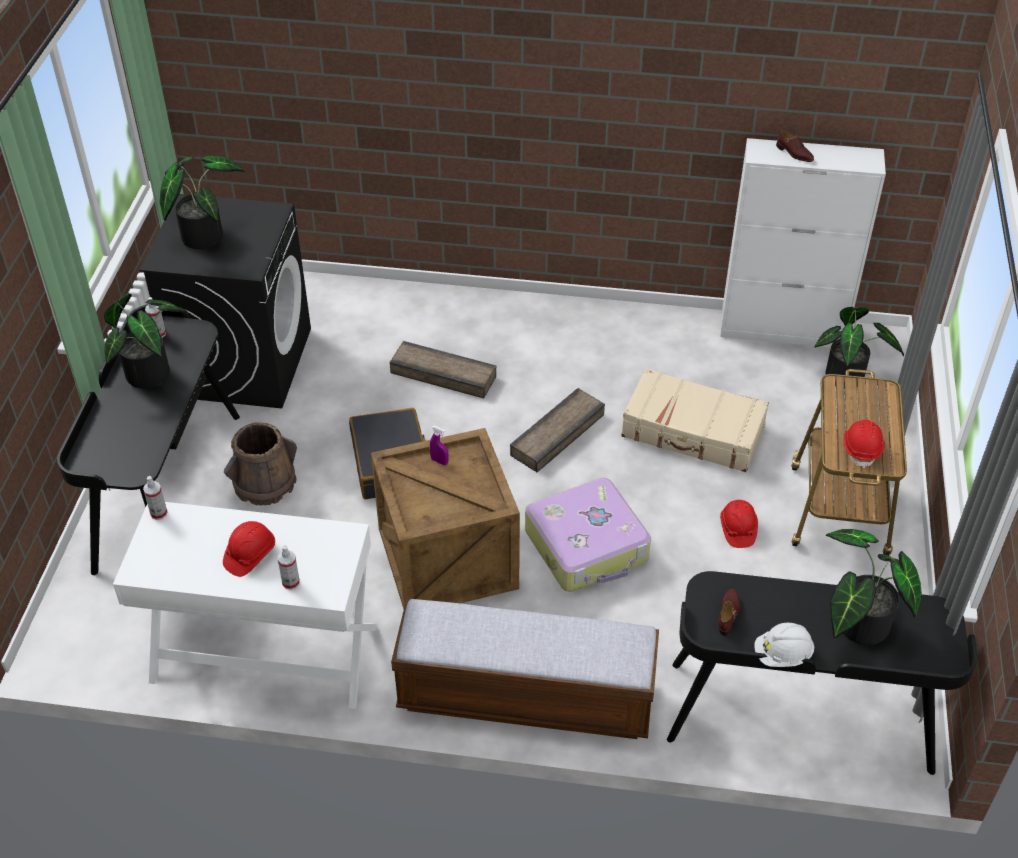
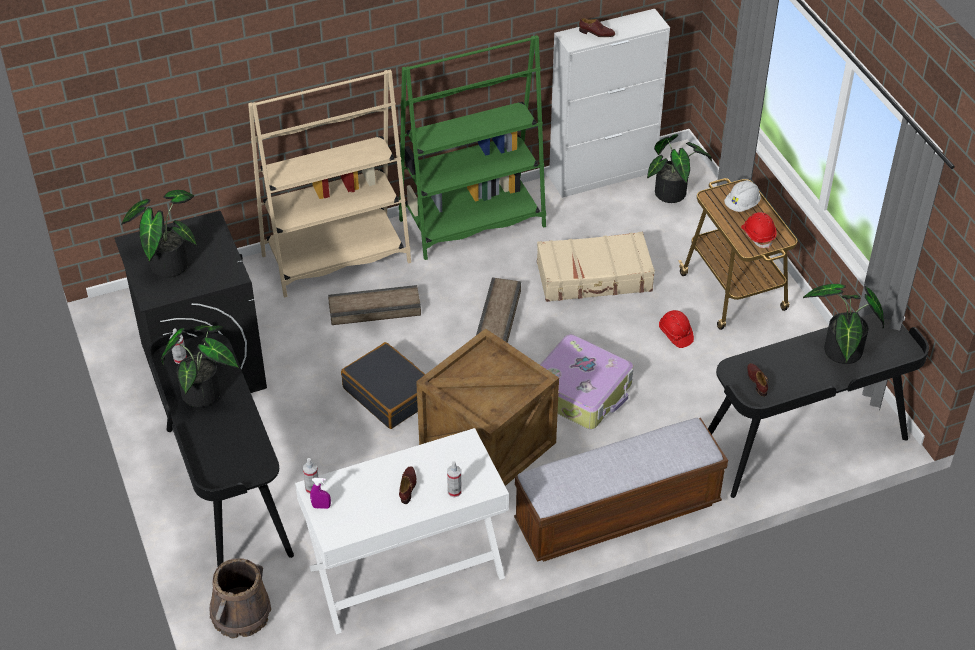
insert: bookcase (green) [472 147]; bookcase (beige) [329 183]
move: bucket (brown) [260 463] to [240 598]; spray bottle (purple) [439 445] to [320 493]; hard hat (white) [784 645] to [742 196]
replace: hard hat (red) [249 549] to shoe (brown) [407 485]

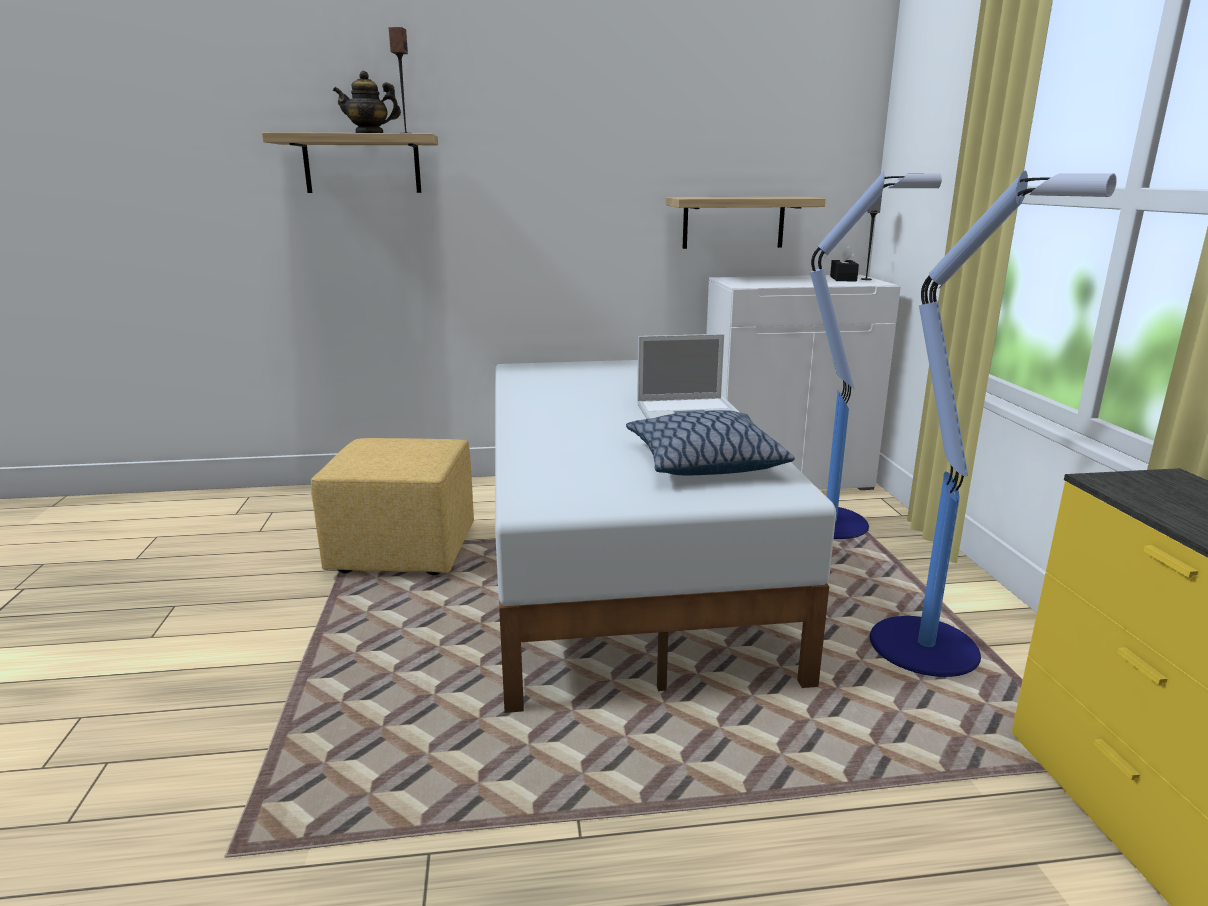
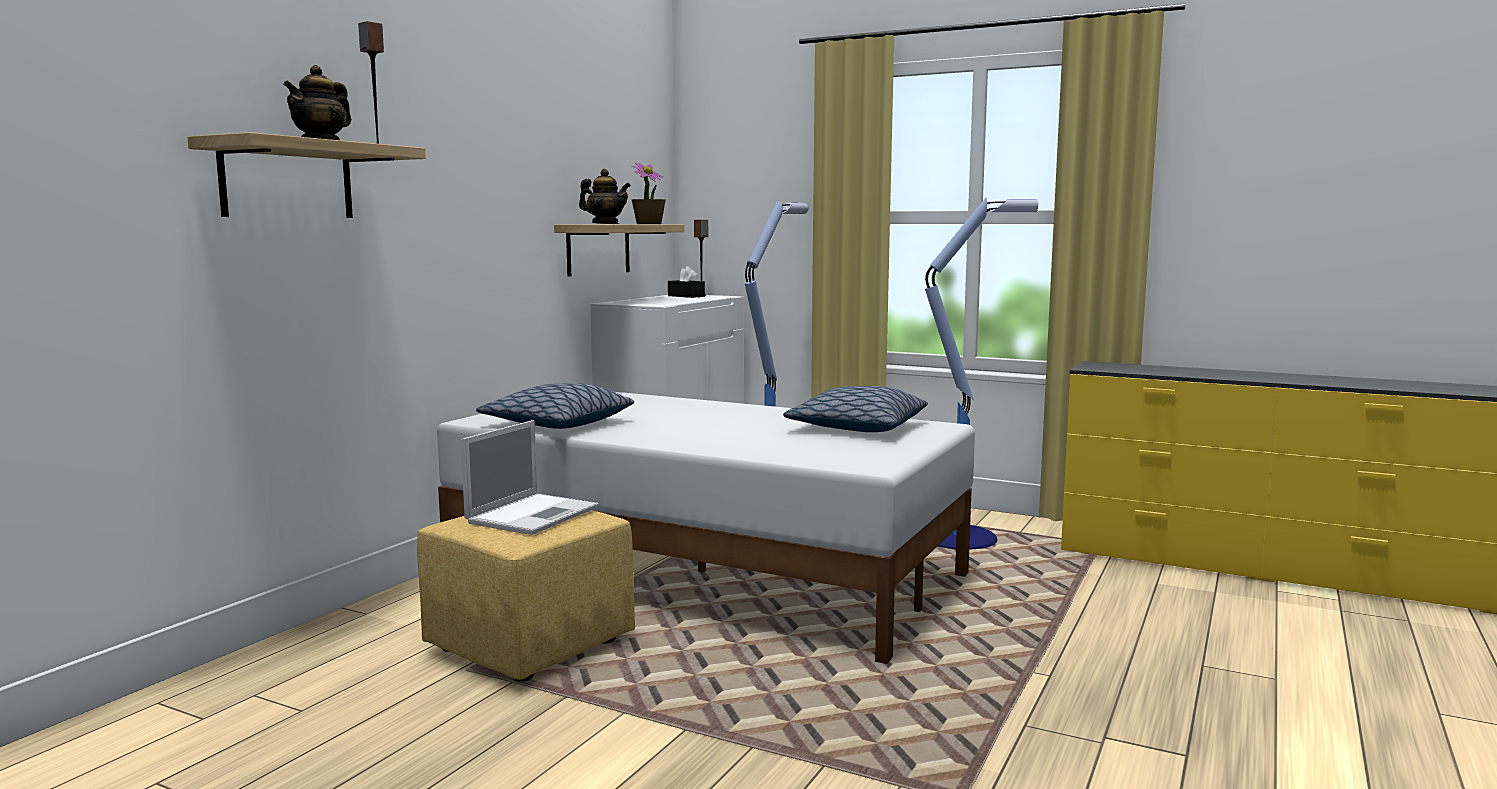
insert: potted plant [649 193]; teapot [605 196]; pillow [555 406]
move: laptop [685 376] to [530 477]

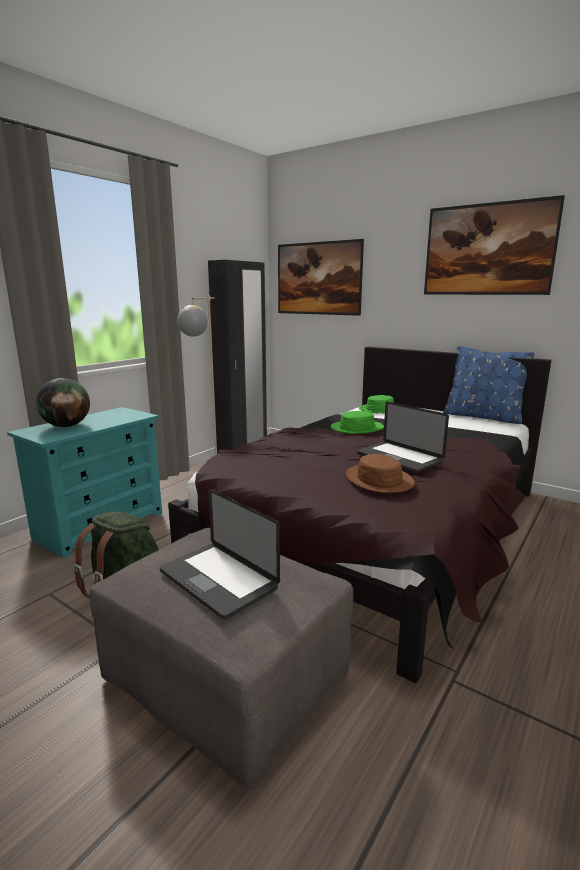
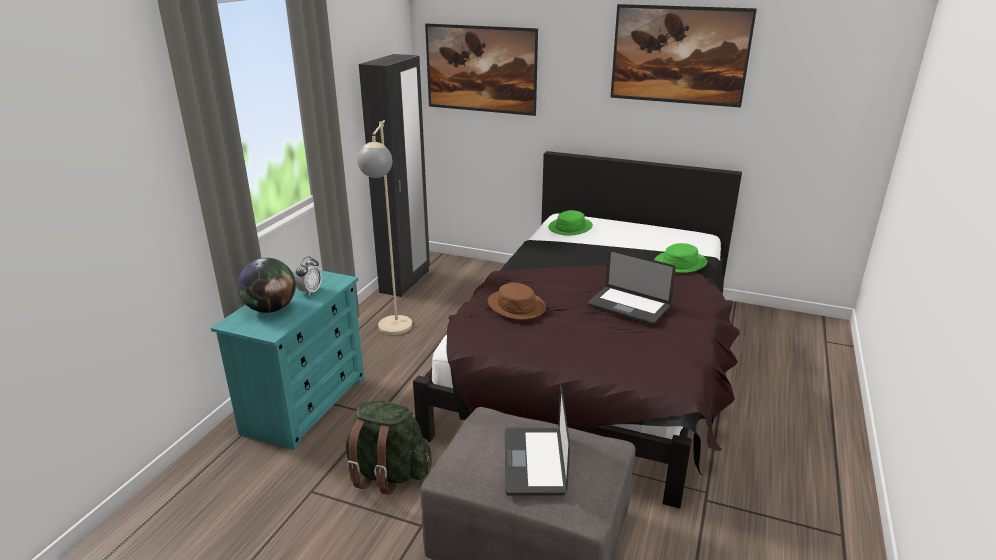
delete: pillow (blue) [488 385]
insert: alarm clock [308 276]
move: hat (green) [357 422] to [680 258]; hat (brown) [380 473] to [517 301]
rotate: laptop [220 554] = [537 440] 60 degrees clockwise

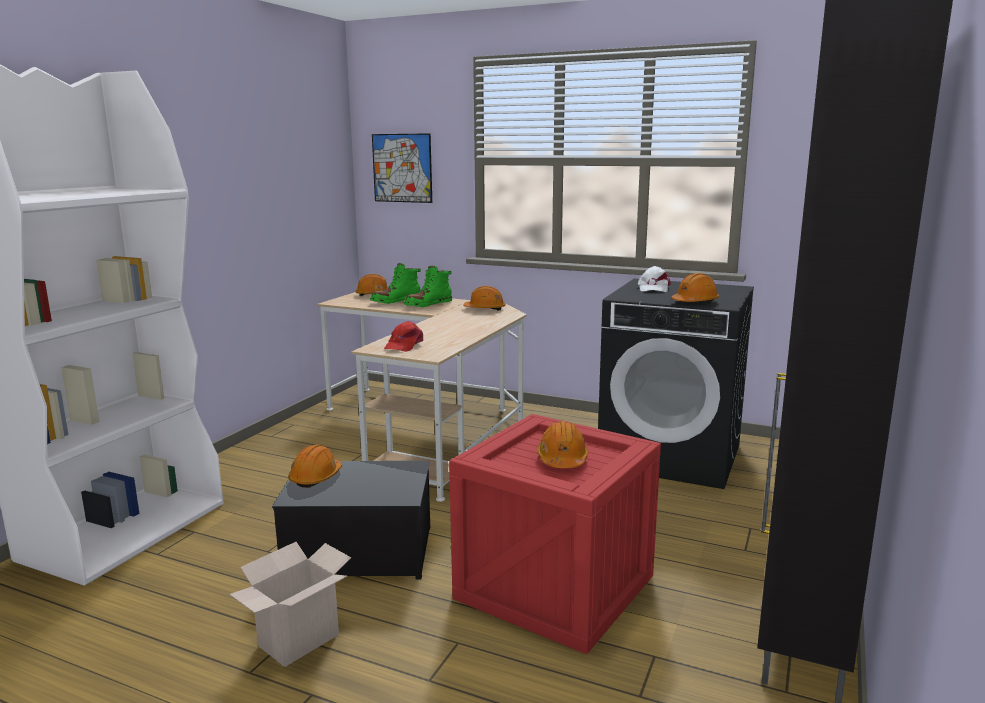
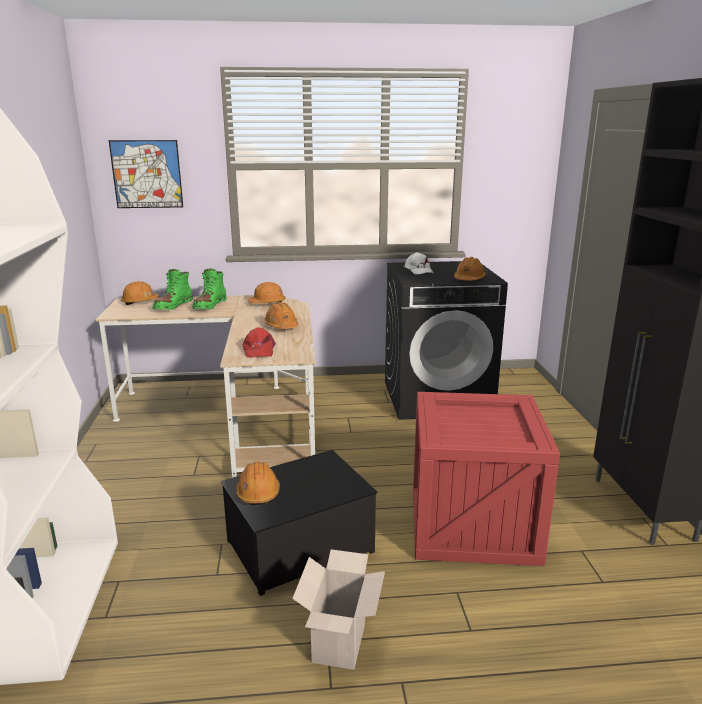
move: hard hat (orange) [563 444] to [281 315]

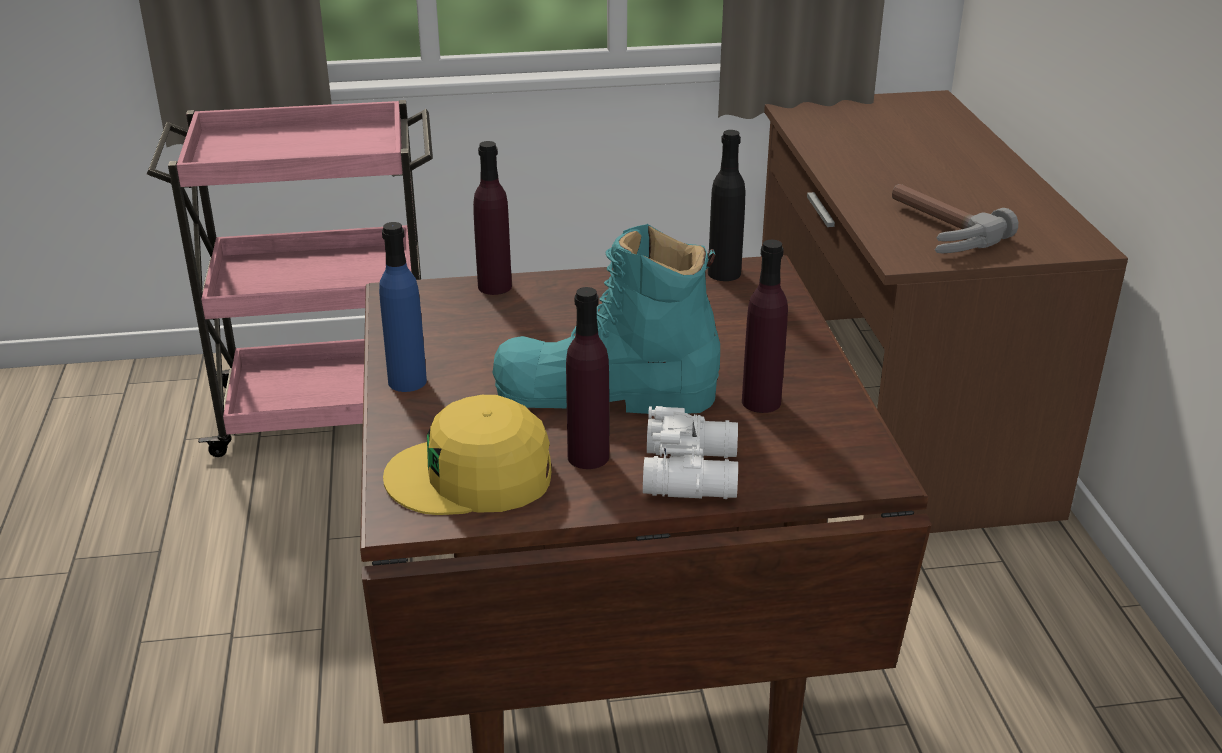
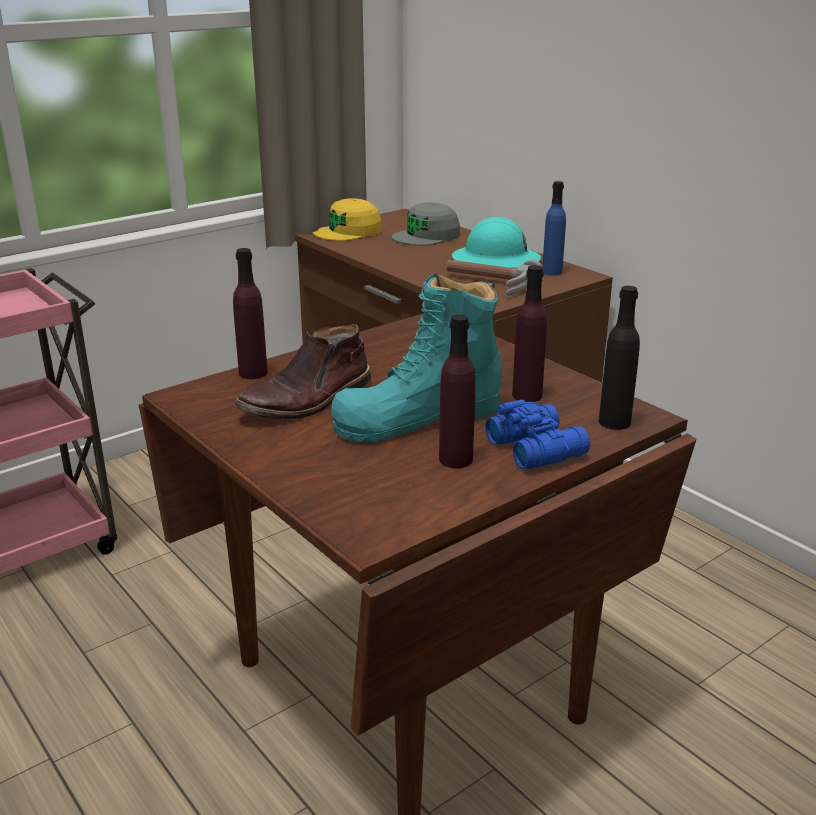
insert: cap (grey) [426 224]; hard hat (turquoise) [496 242]; boot (brown) [302 372]
move: bottle (black) [726 205] to [619 358]; bottle (blue) [403 307] to [554 228]; cap (yellow) [467 455] to [347 219]
recolor: binoculars (white) [690 452] to binoculars (blue) [537 434]

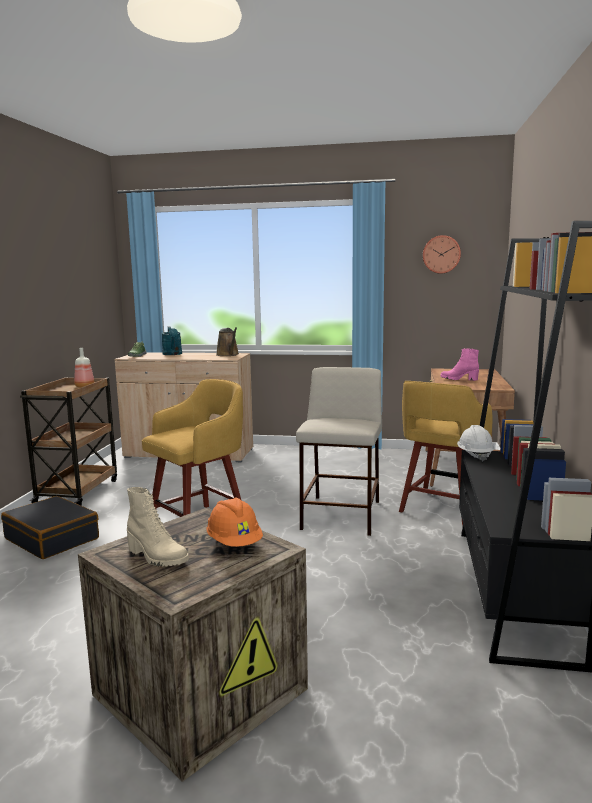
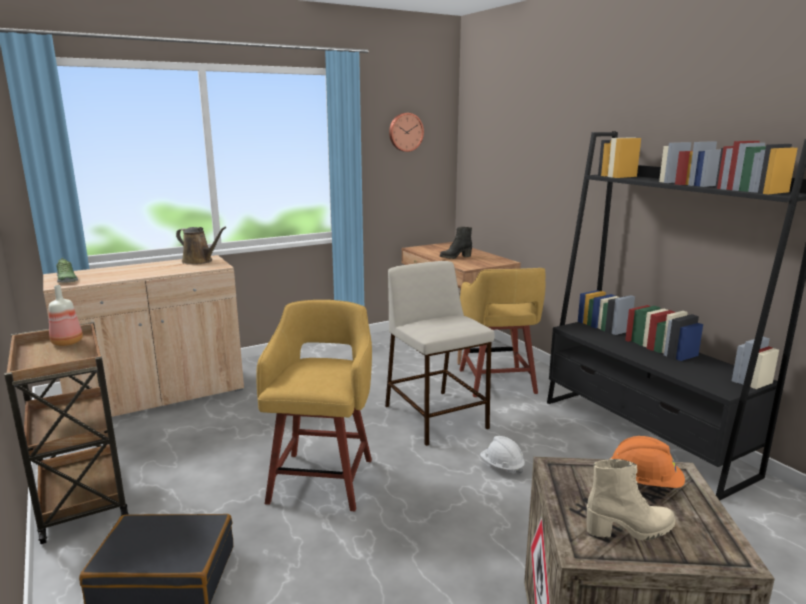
delete: watering can (turquoise) [171 340]
move: hard hat (white) [476 443] to [502 455]
recolor: boot (pink) [459 364] to boot (black) [456 243]

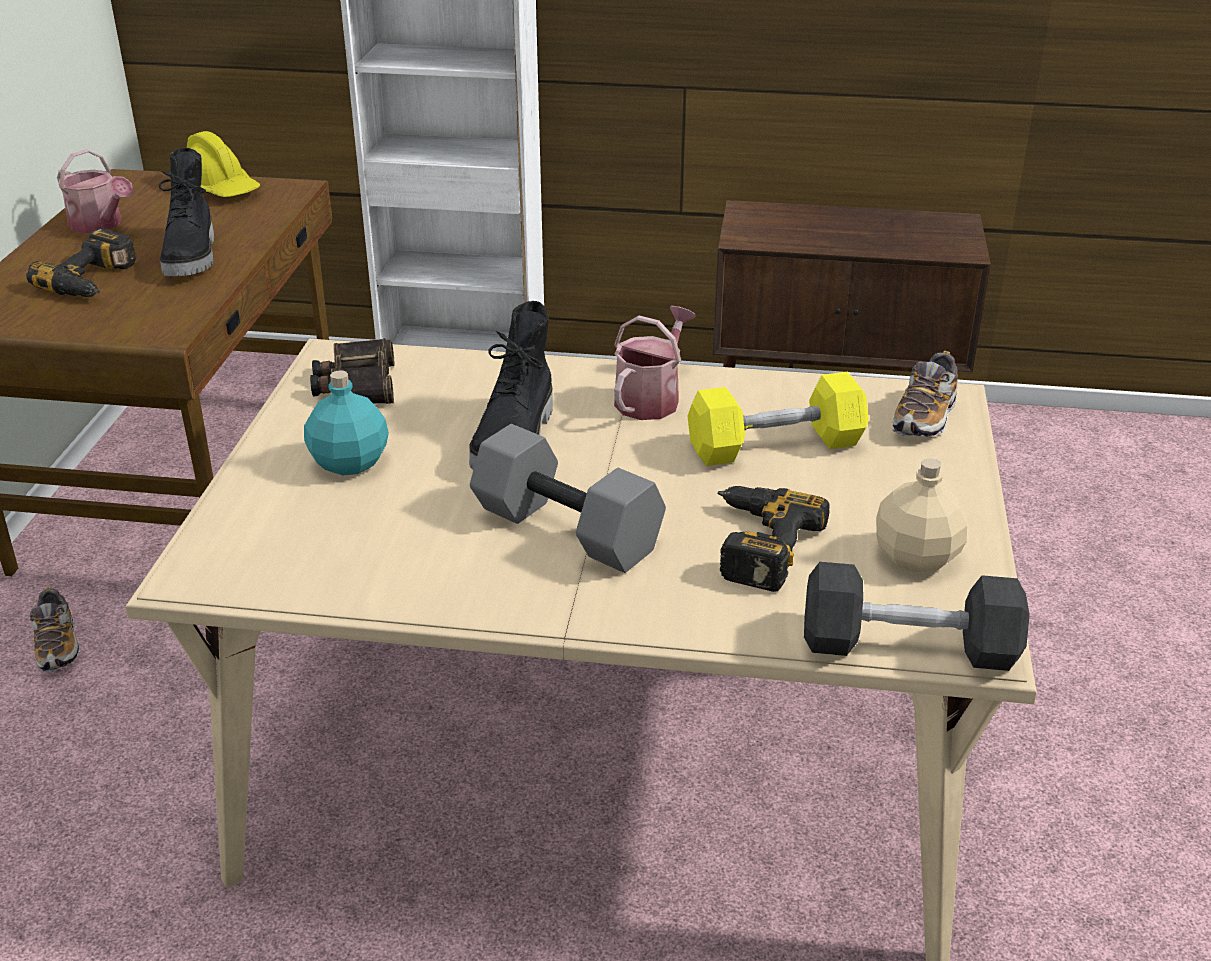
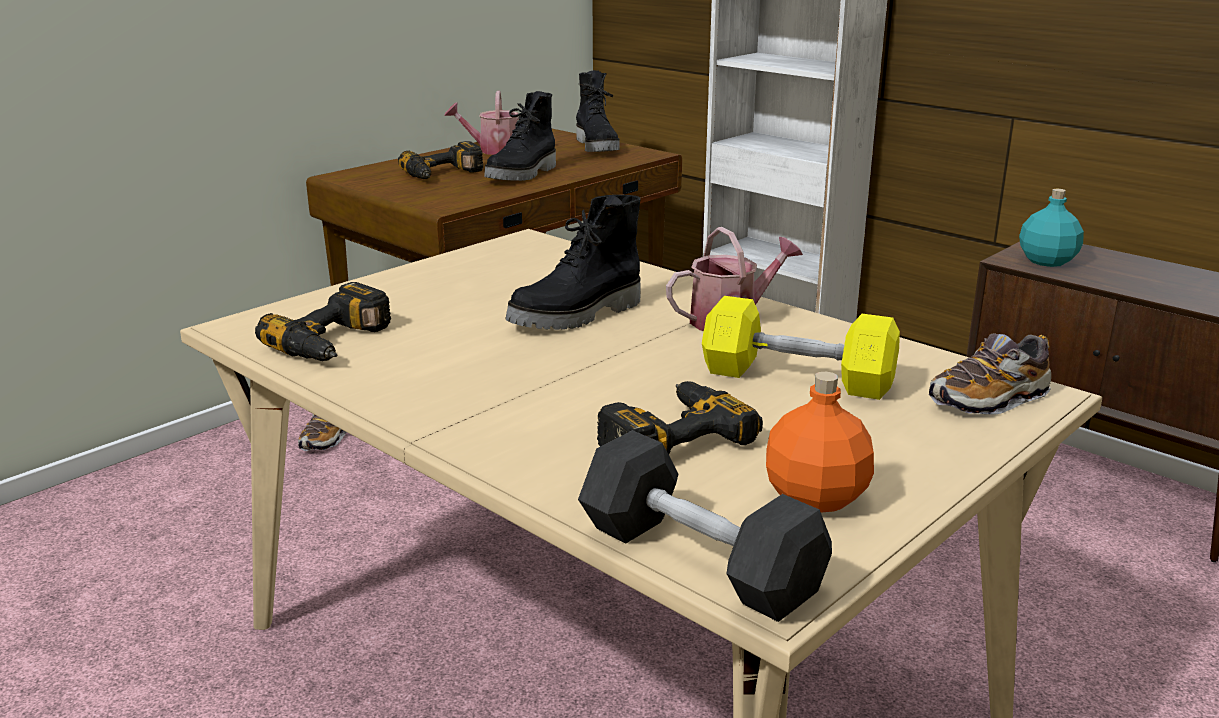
delete: binoculars [352 371]; dumbbell (grey) [568 498]
insert: power drill [323 321]
move: bottle (turquoise) [346 422] to [1051 228]
replace: hard hat (yellow) [223 164] to boot (black) [598 111]
recolor: bottle (beige) [921 515] to bottle (orange) [820 442]
rotate: watering can [95 191] = [481 123] 105 degrees clockwise

